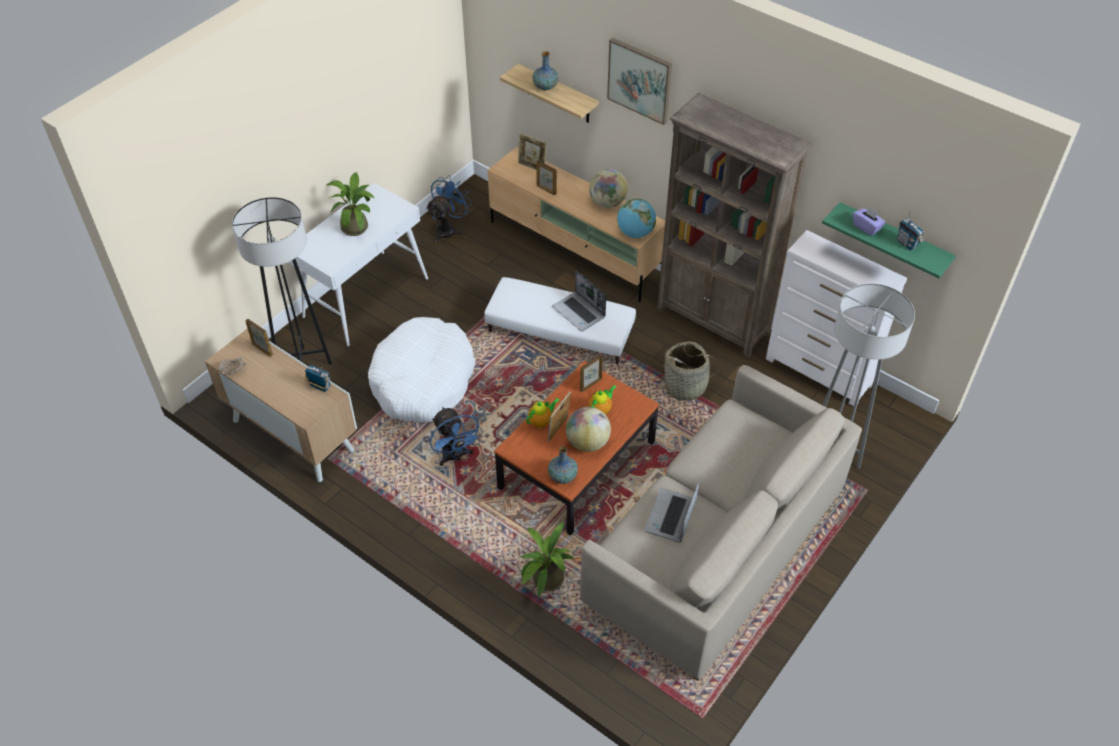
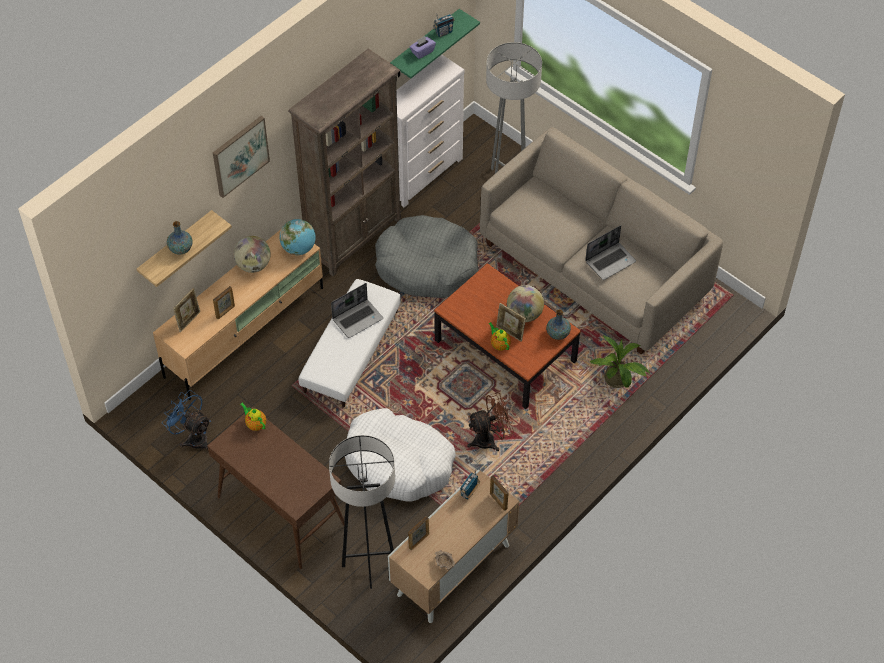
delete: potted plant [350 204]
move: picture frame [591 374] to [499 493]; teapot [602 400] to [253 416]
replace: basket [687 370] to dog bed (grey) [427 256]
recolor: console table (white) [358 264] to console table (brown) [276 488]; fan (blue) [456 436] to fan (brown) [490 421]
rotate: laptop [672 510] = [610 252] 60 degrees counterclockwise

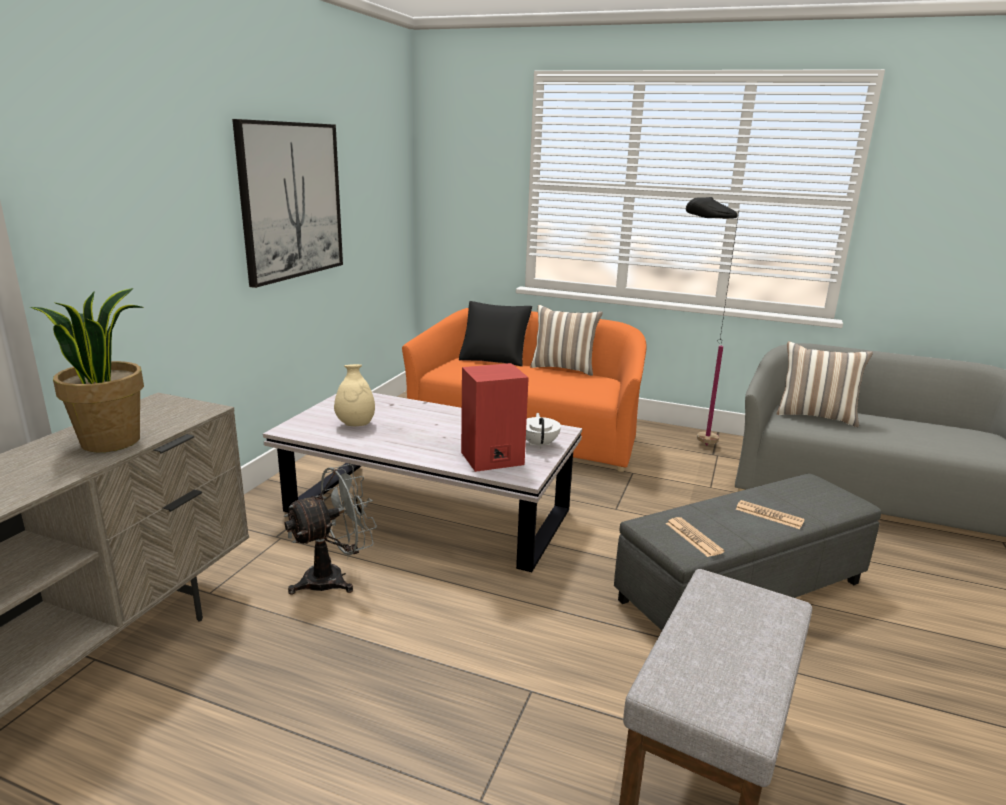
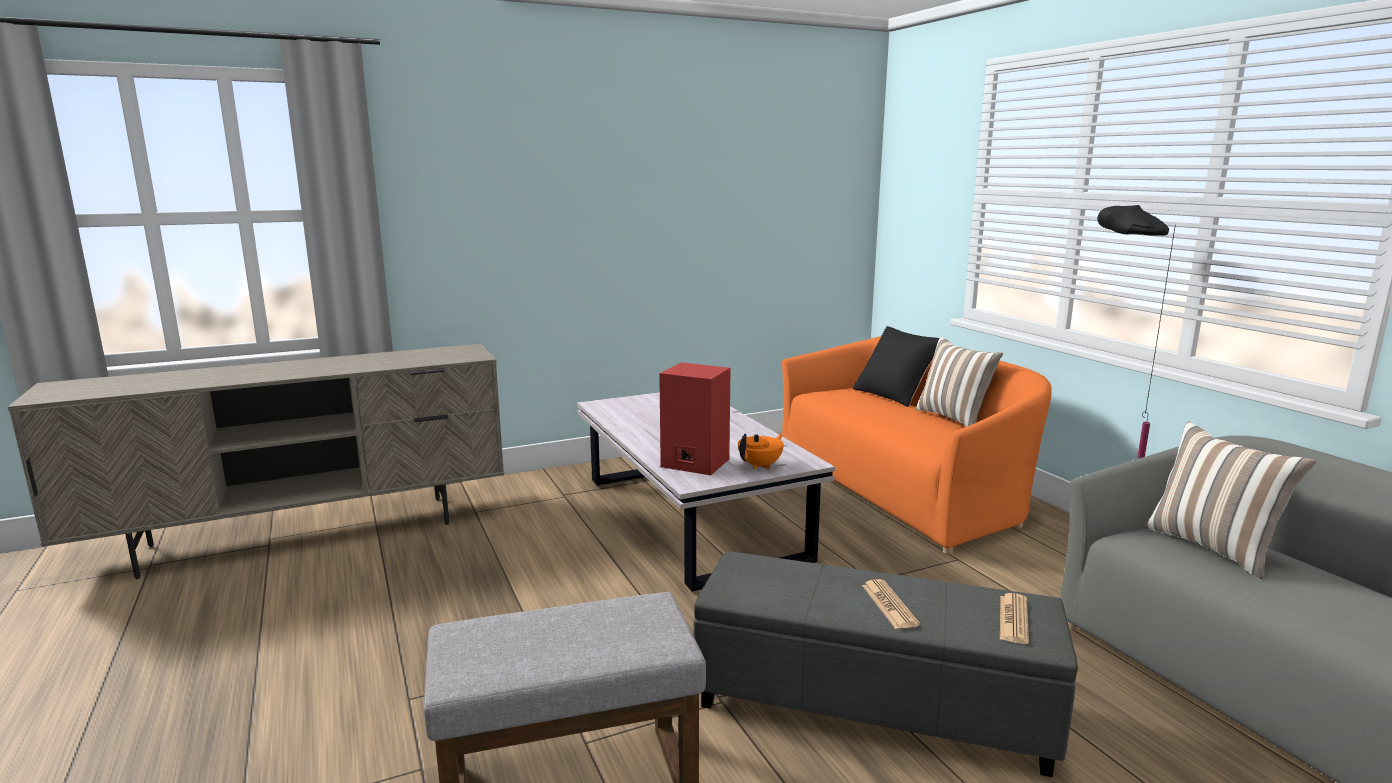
delete: picture [287 203]; potted plant [87 370]; vase (beige) [354 395]; fan (grey) [330 529]
move: newspaper [695 537] to [1014 618]
recolor: teapot (white) [543 431] to teapot (orange) [761 451]

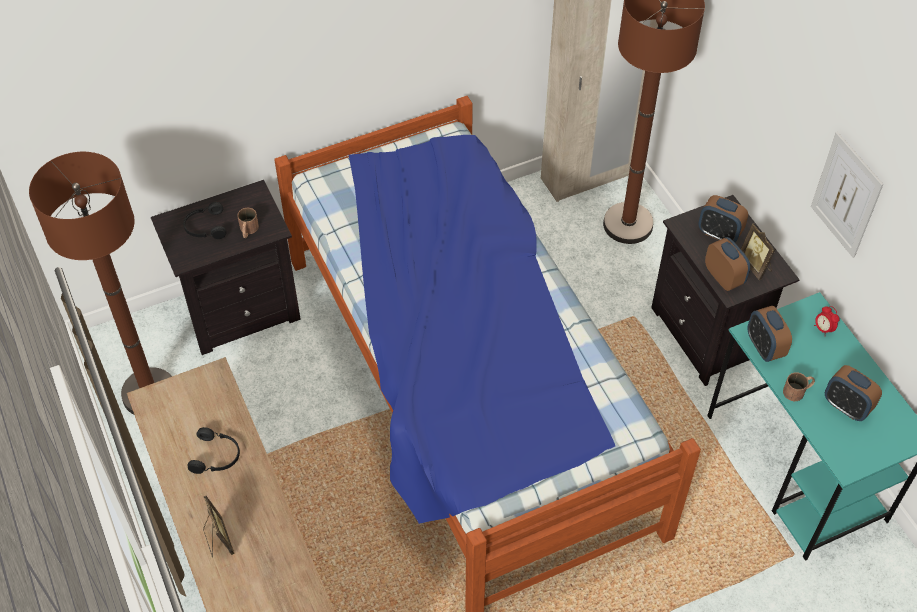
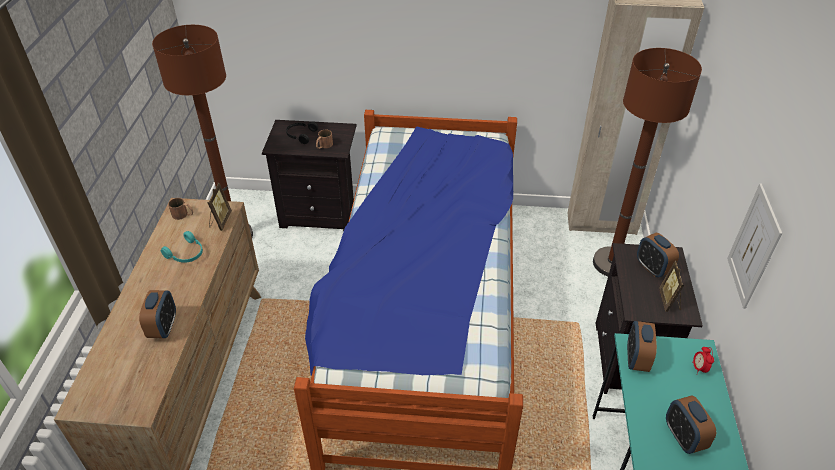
move: alarm clock [727 264] to [157 314]; mug (brown) [799 386] to [181 209]; picture frame [219 527] to [219 207]
recolor: headphones (black) [214 450] to headphones (turquoise) [182 247]

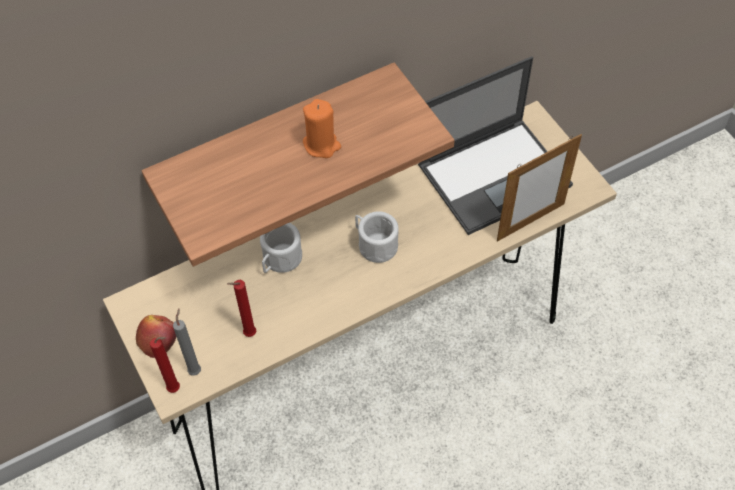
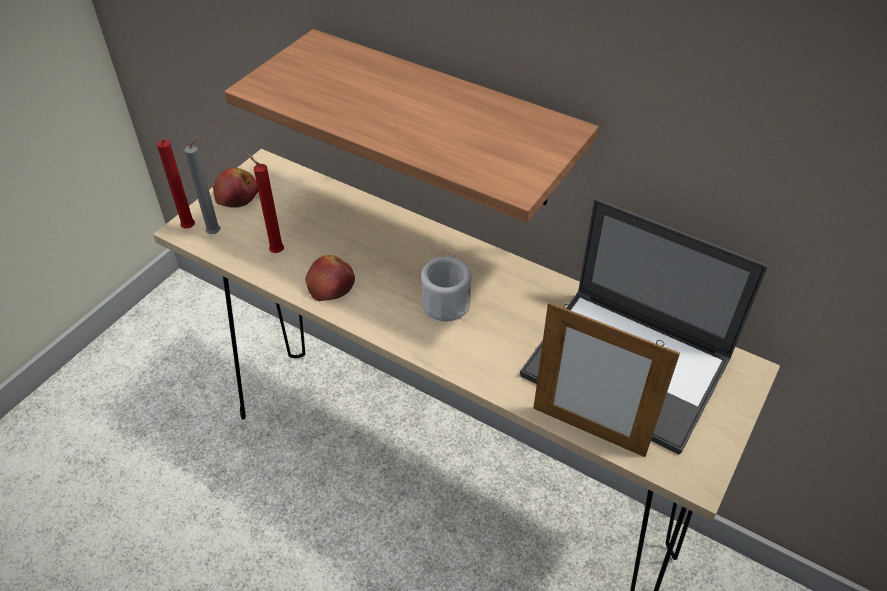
delete: candle (orange) [322 128]; mug (white) [281 248]
insert: apple [330 278]

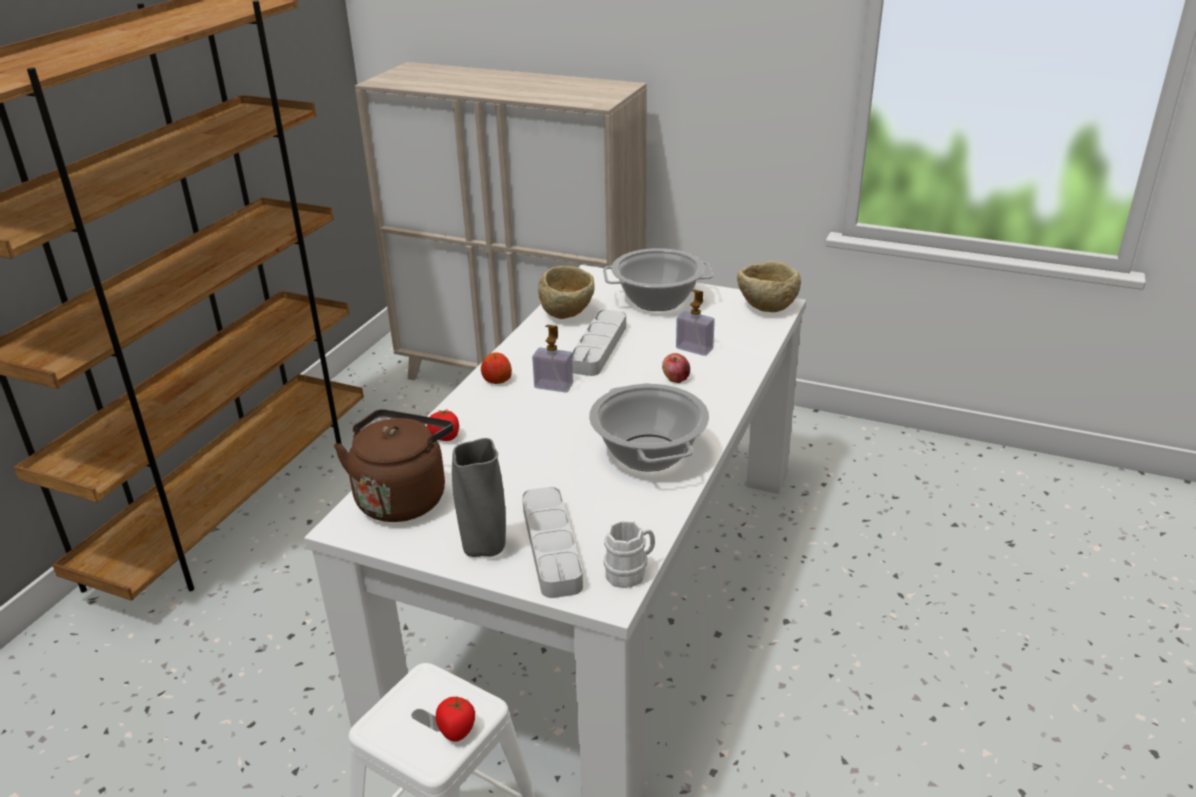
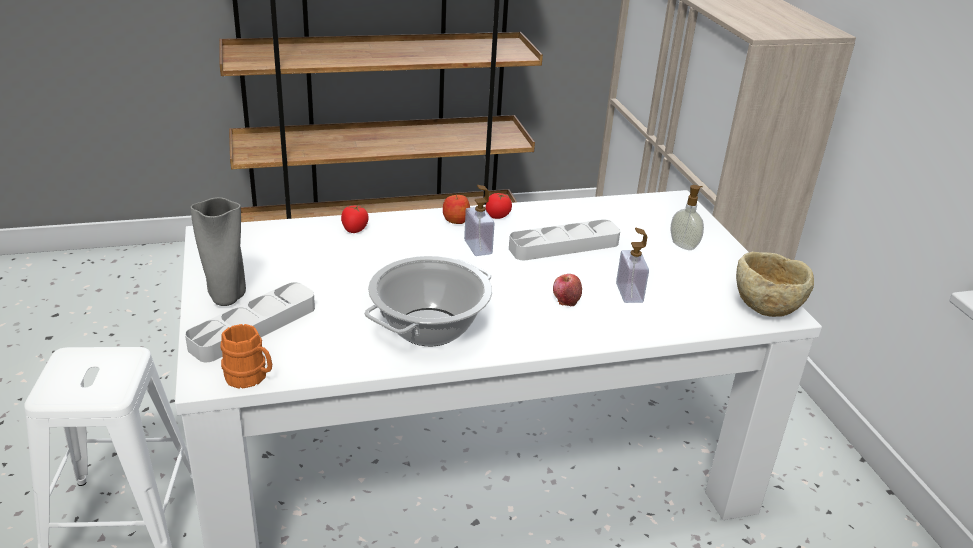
delete: bowl (beige) [566 292]; kettle (brown) [393 465]
move: tomato [455 719] to [499 206]
replace: cooking pot [658 279] to soap dispenser [687 217]
recolor: mug (white) [629 554] to mug (orange) [246 356]

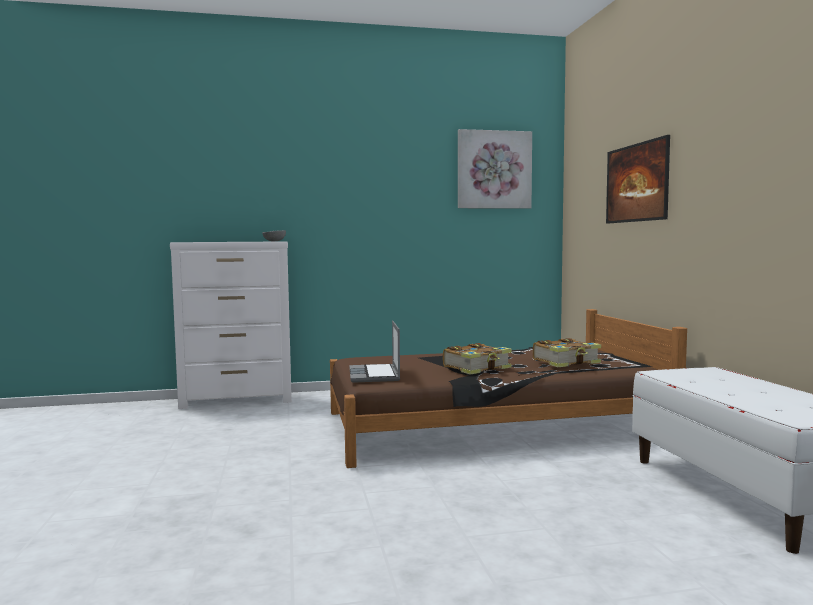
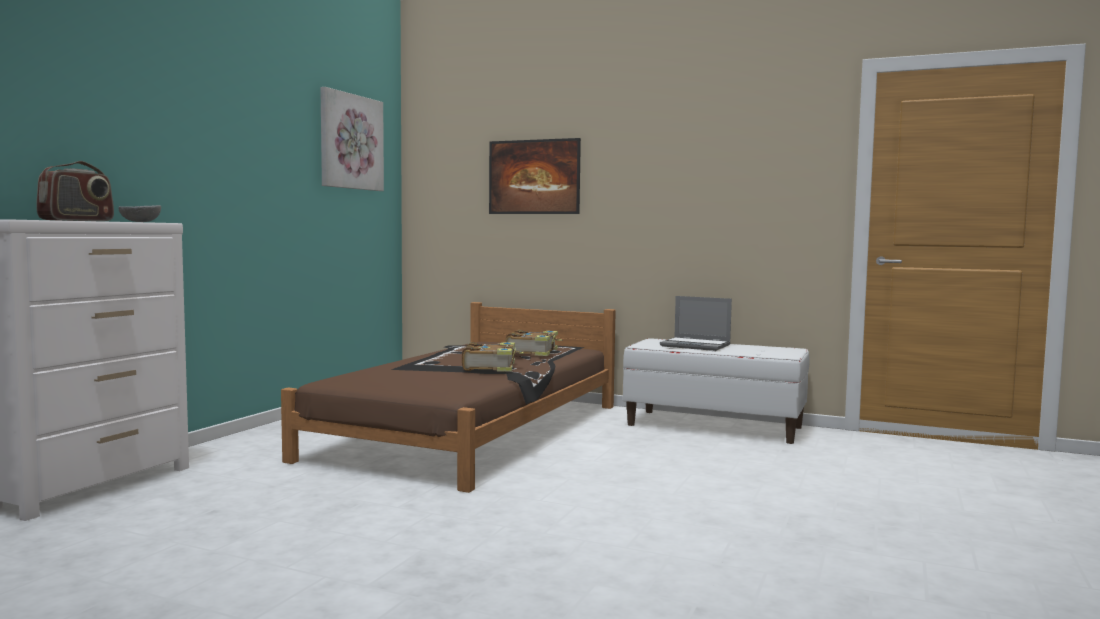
insert: radio [75 191]
move: laptop [374 352] to [696 323]

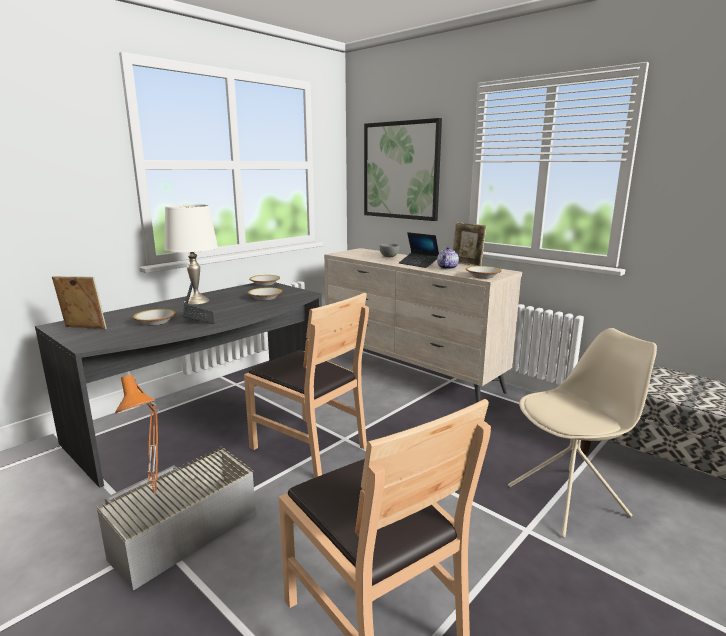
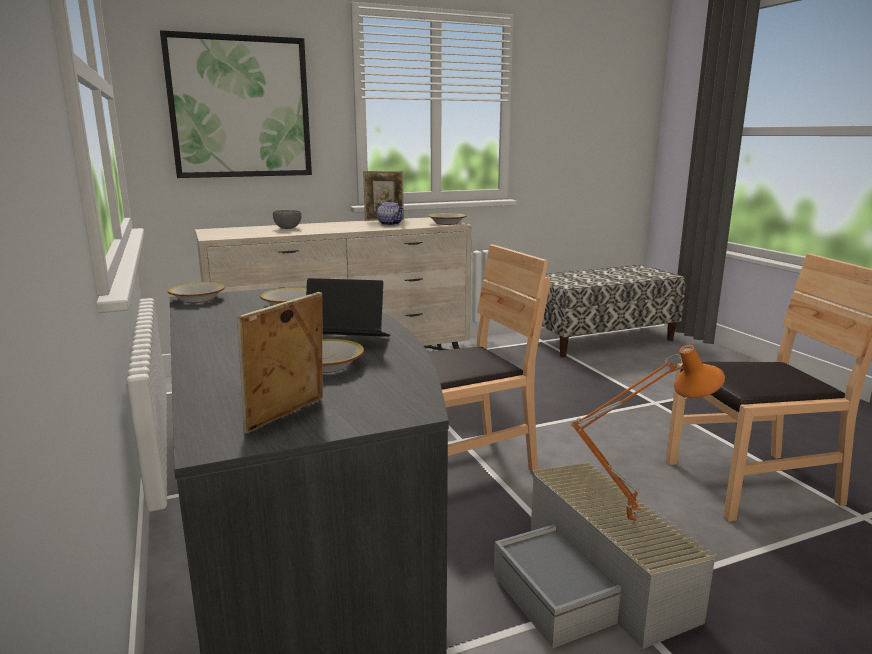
delete: table lamp (white) [191 254]; laptop [419 250]; chair (beige) [582 433]

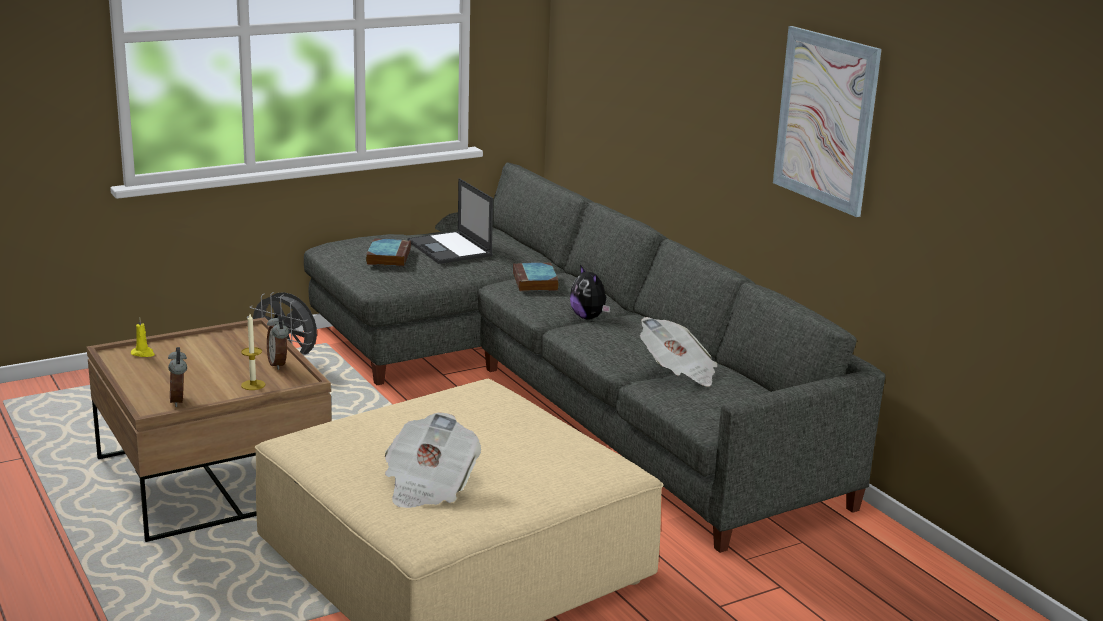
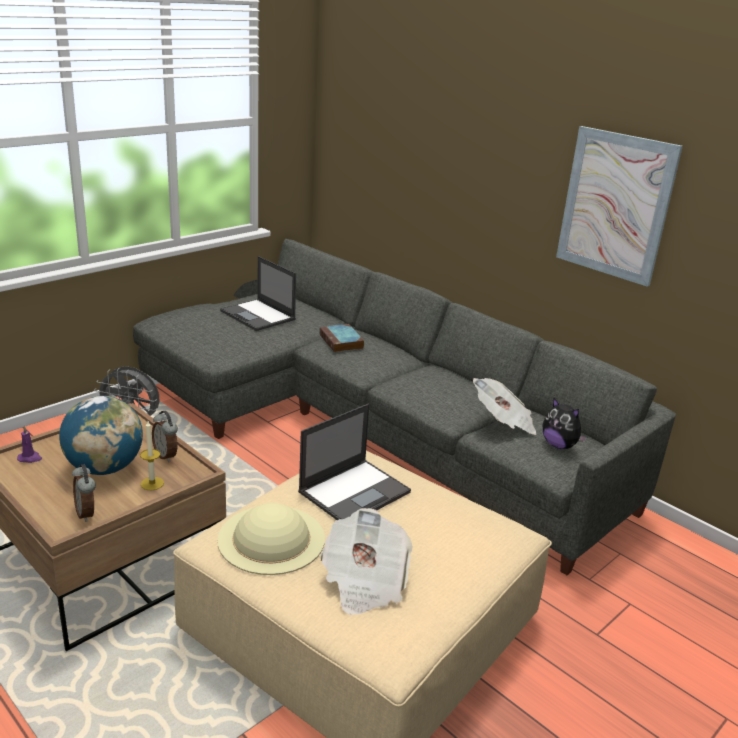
delete: book [388 252]
insert: globe [101 435]; laptop [354 462]; hat (beige) [271 539]
move: plush toy [590 292] to [565 423]
recolor: candle (yellow) [143 337] to candle (purple) [29 444]

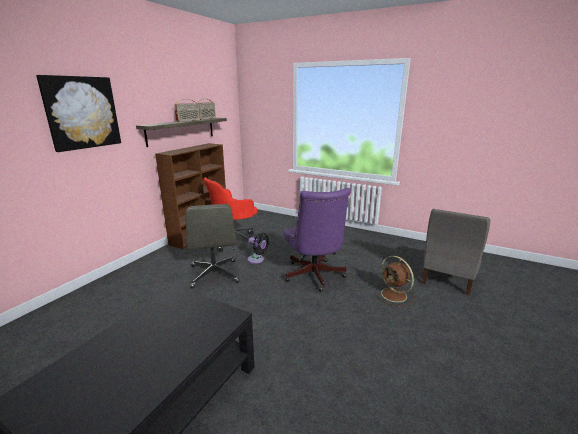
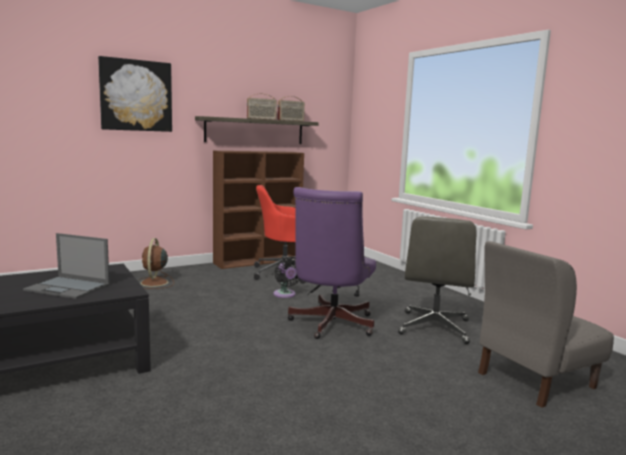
insert: laptop [66 266]
move: office chair (grey) [212 246] to [437 280]; fan (brown) [395 281] to [155 263]

